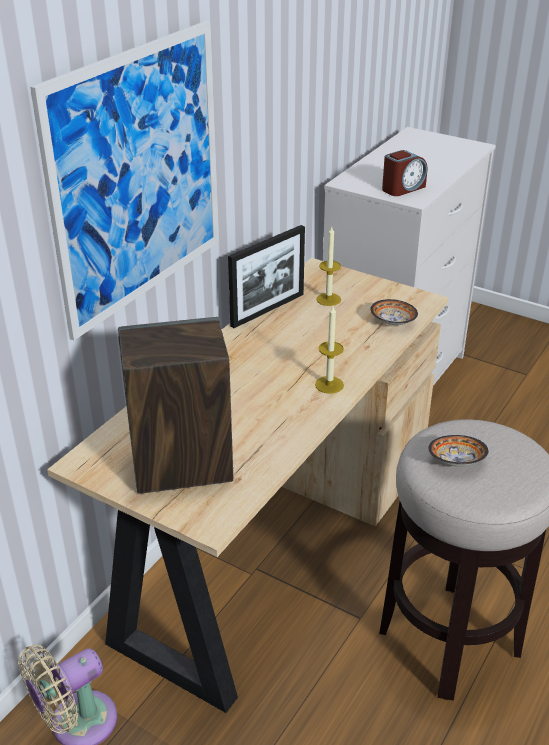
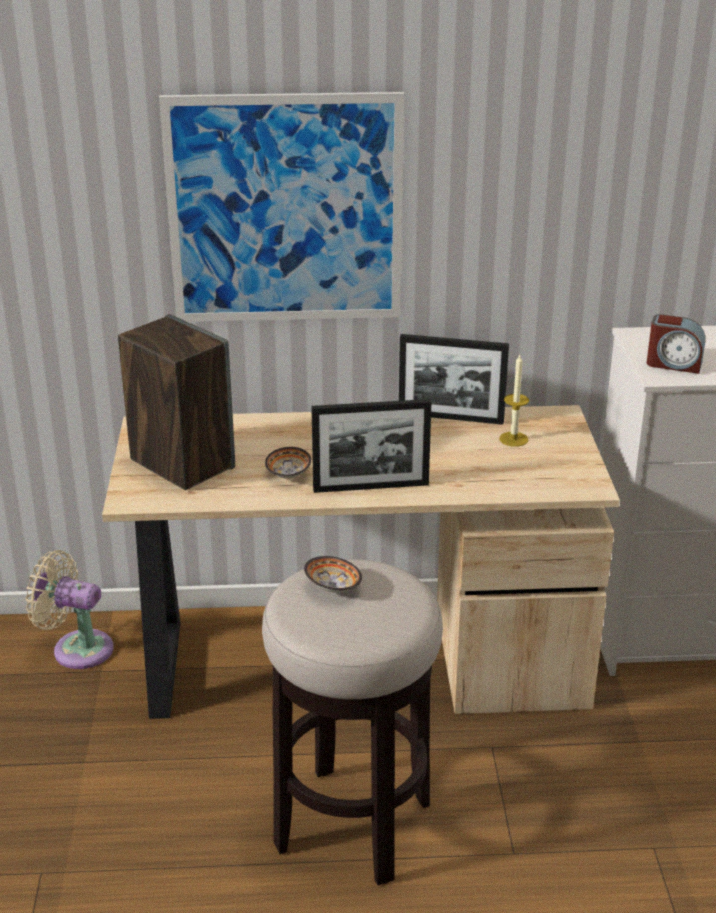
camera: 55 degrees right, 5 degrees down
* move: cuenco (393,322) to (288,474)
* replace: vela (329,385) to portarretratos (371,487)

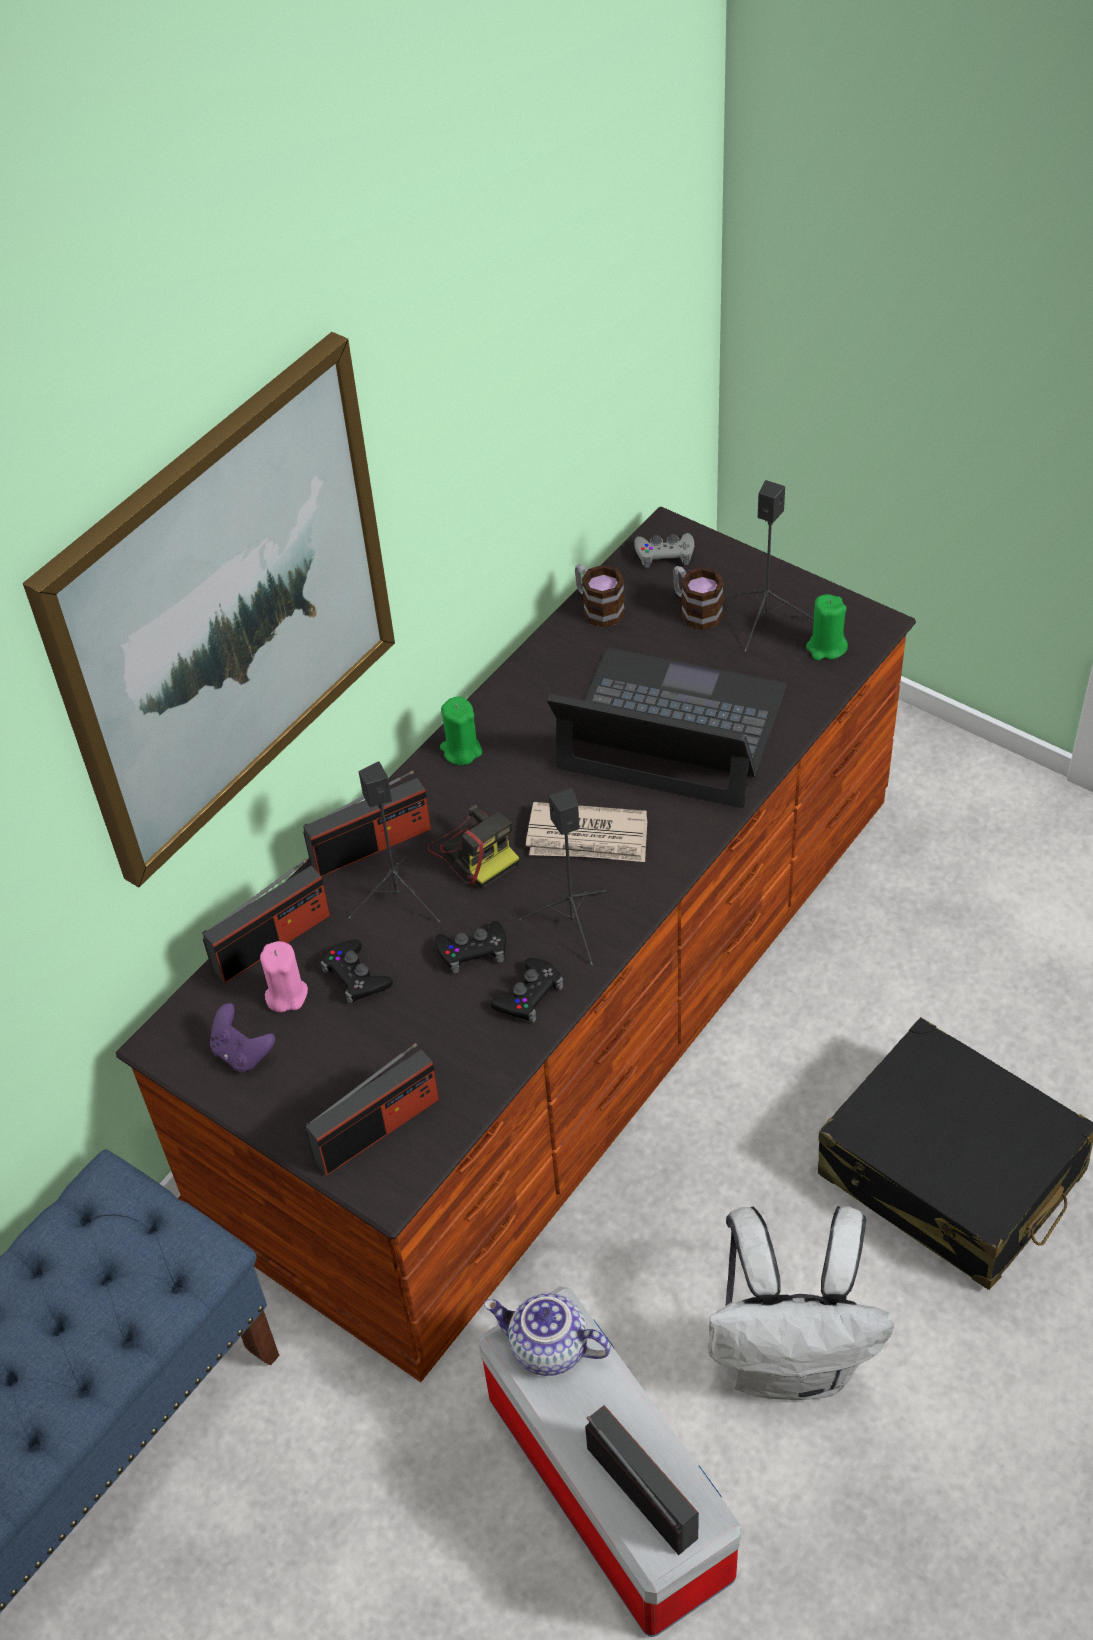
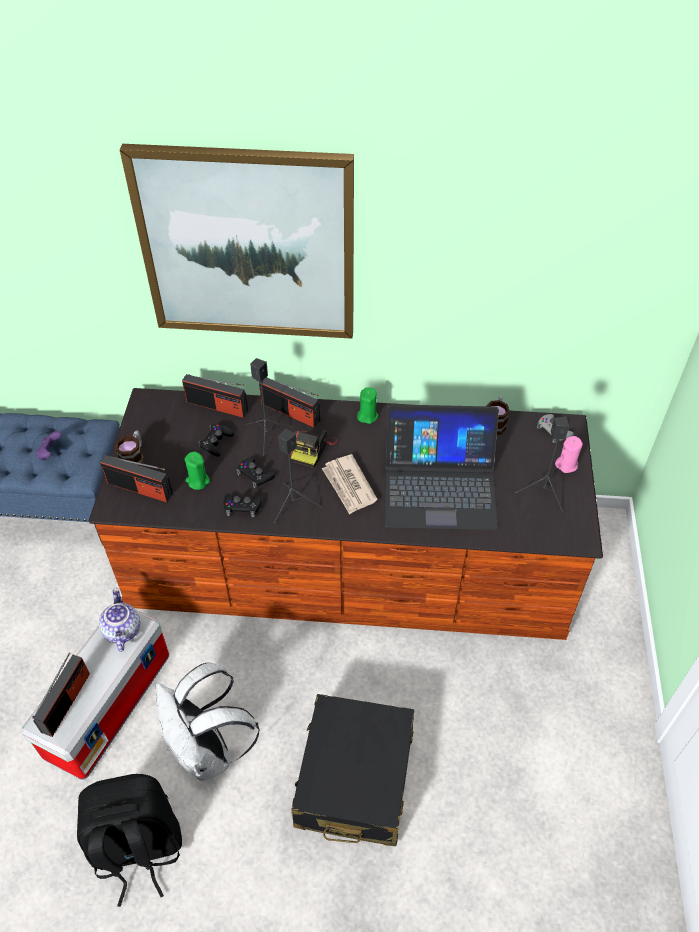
camera: 55 degrees right, 0 degrees up
* move: taza grande (695,610) to (134,458)
* move: vela [verde] (826,647) to (197,481)
* rotate: portátil (671,730) = (439,487) 105 degrees clockwise
* move: vela [rosa] (286,994) to (566,464)
* move: mando de consola [morado] (242,1052) to (50,453)
* insert: mochila [negro] (137,850)

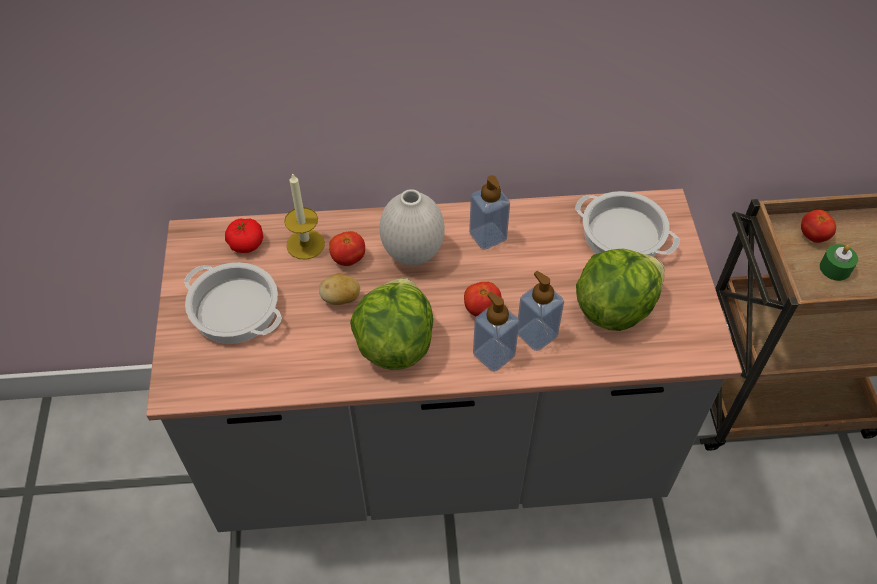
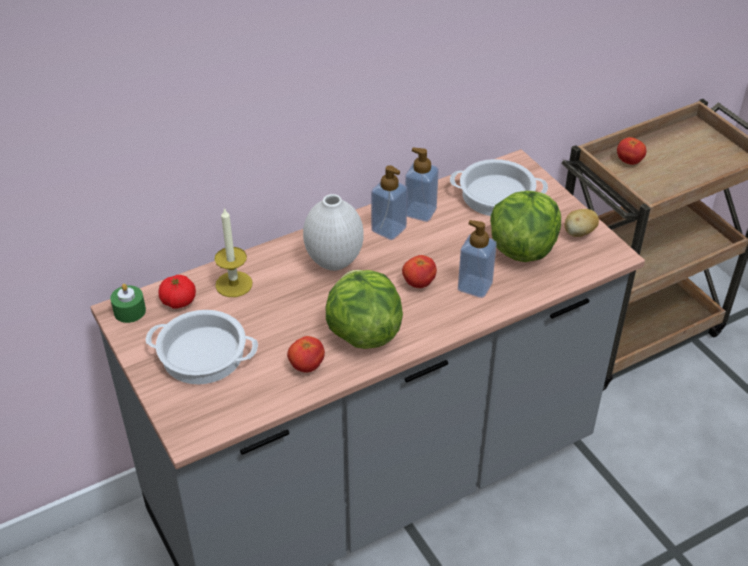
camera: 25 degrees left, 10 degrees down
* move: tomate (348,259) to (306,366)
* move: vela [verde] (835,268) to (129,311)
* move: patata (341,299) to (579,233)
* move: dispensador de jabón (494,354) to (420,212)

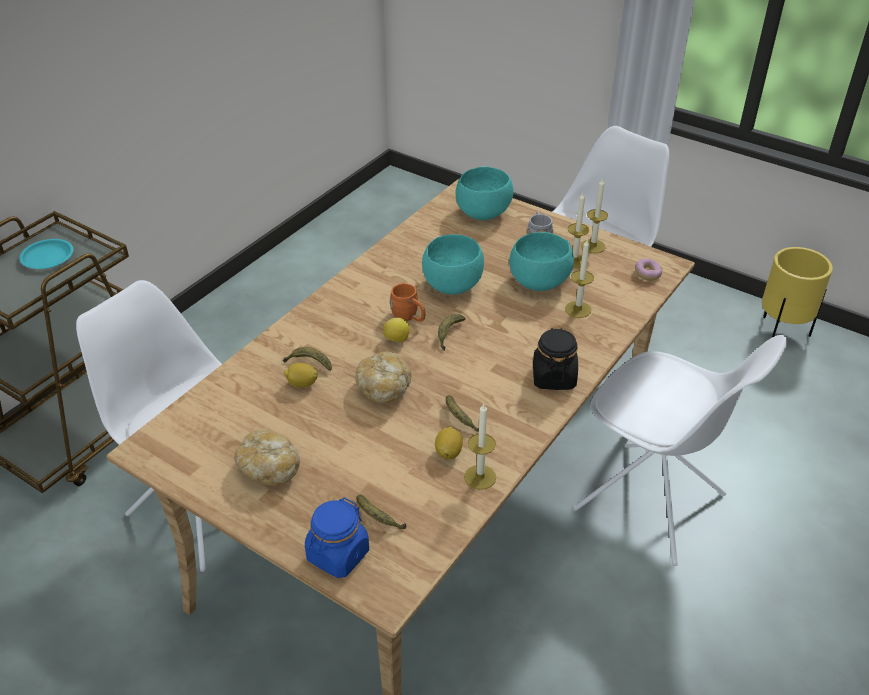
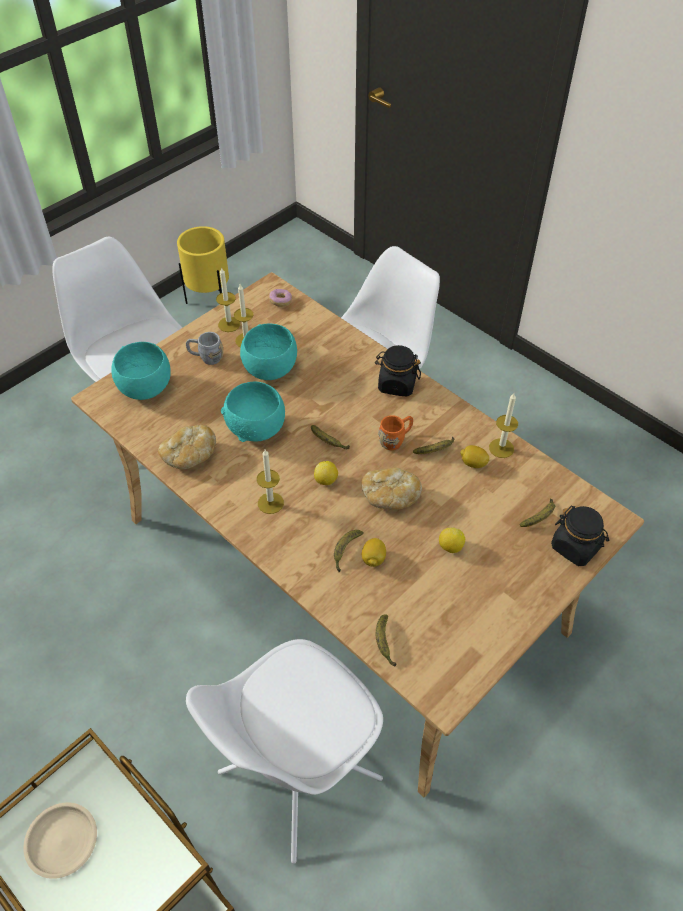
camera: 80 degrees left, 10 degrees up
* recolor: plato [turquesa] (47,257) to plato [beis] (61,841)
* move: vela (578,309) to (270,503)
* move: taza grande [naranja] (409,317) to (396,440)
* move: pan (269,468) to (189,456)
* recolor: tarro [azul] (337,555) to tarro [negro] (576,547)
* insert: limón (450,547)
* insert: plátano (384,642)

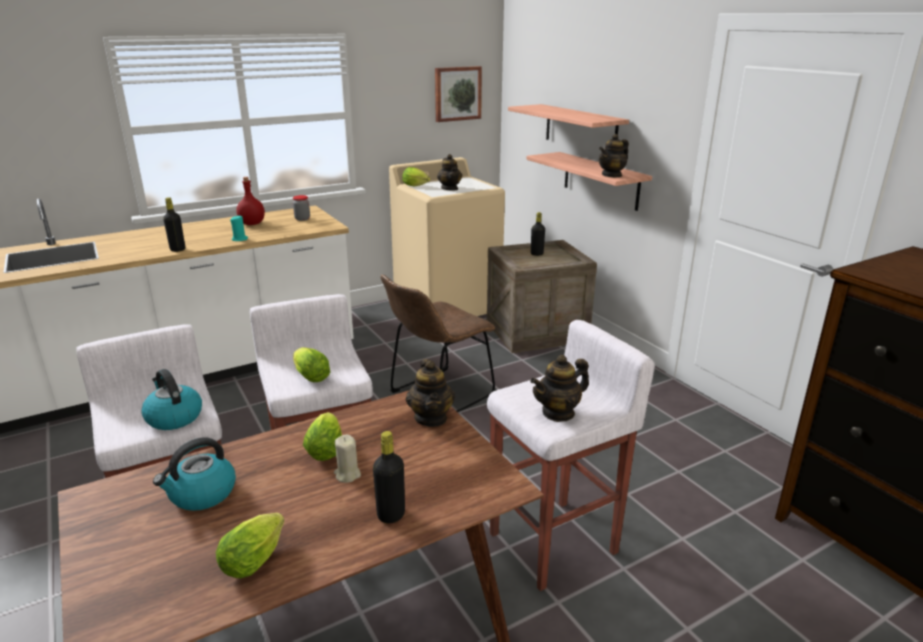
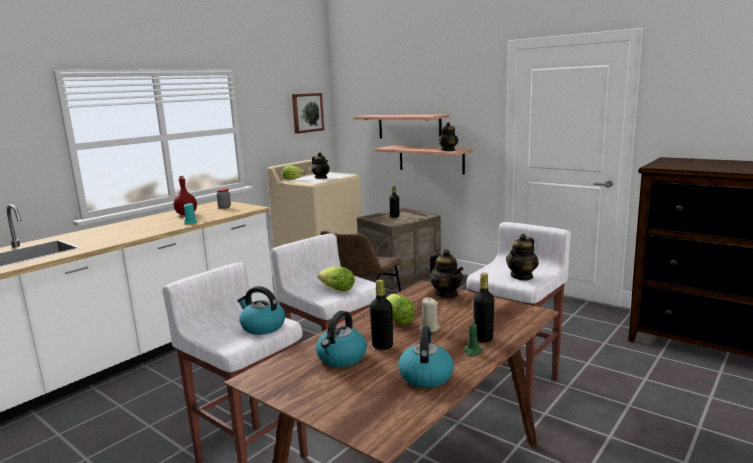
camera: 20 degrees left, 10 degrees down
* move: botella [negro] (177,249) to (382,346)
* replace: lechuga (256,558) to hervidor (425,376)
* insert: vela [verde] (472,351)

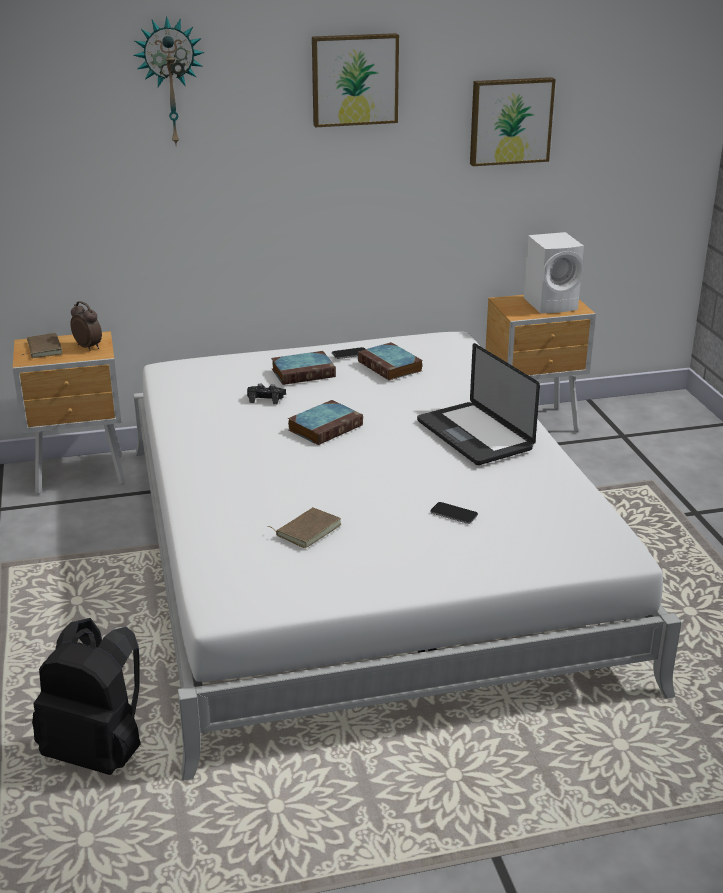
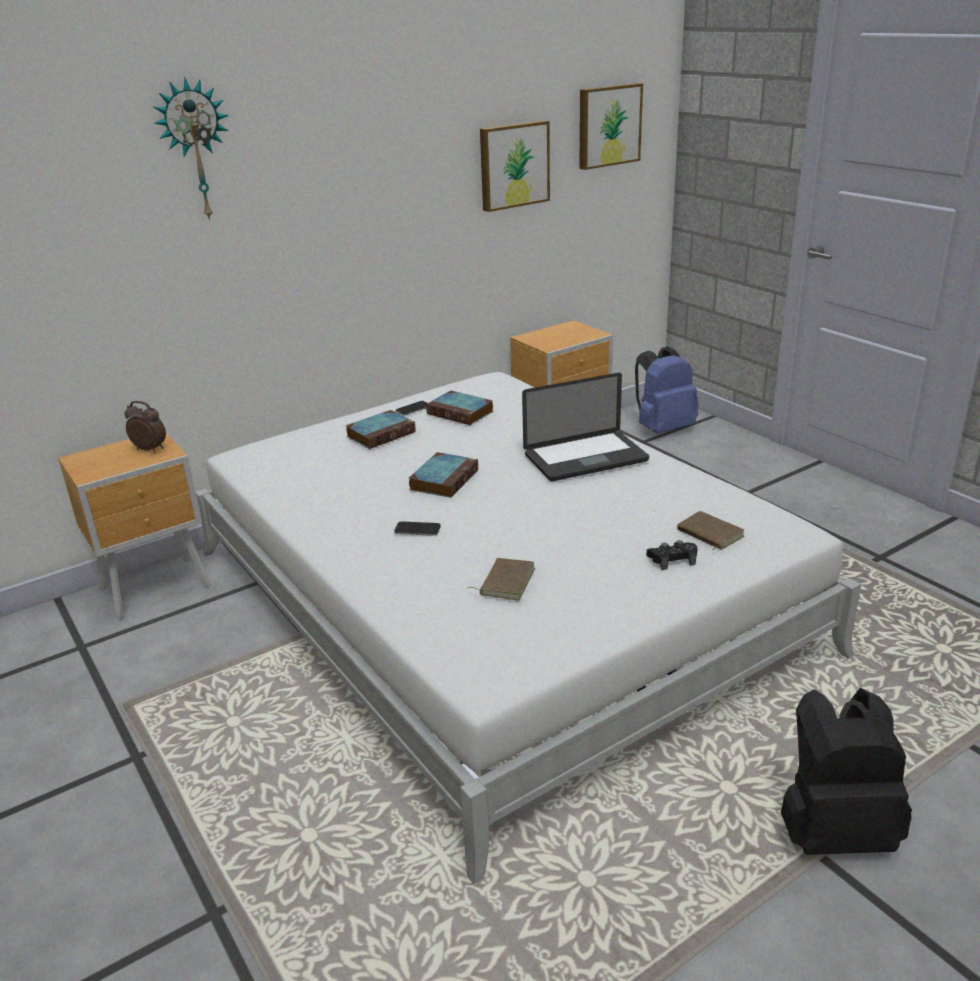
camera: 20 degrees left, 0 degrees up
* move: cuadro (354,79) to (608,125)
* delete: altavoz [blanco] (552,304)
* move: libro [marrón] (43,348) to (708,534)
* rotate: portátil (474,435) = (585,458) 60 degrees counterclockwise
* move: mando de consola [negro] (266,398) to (672,559)
* move: móvil (454,514) to (417,529)
* move: mochila [negro] (98,751) to (833,831)
* insert: mochila [azul] (662,429)

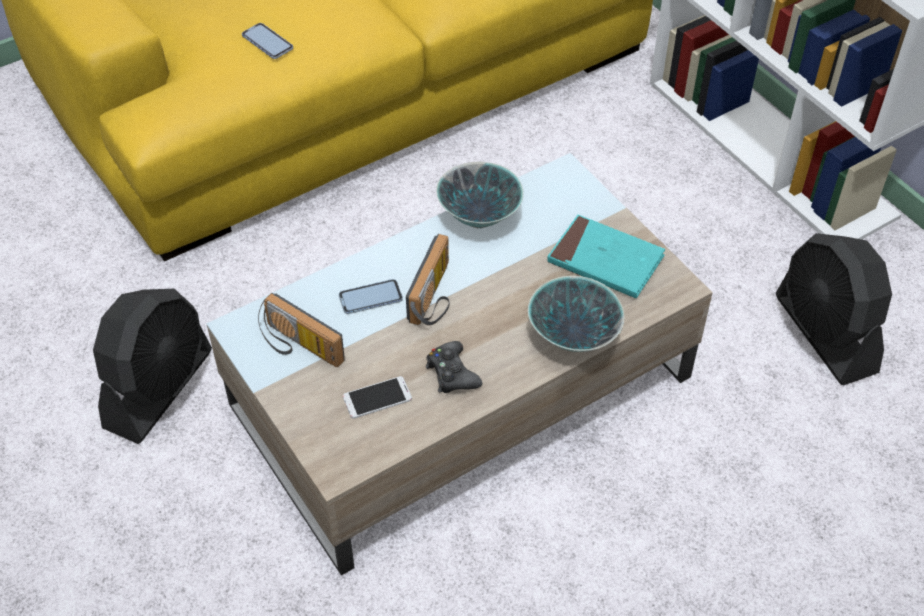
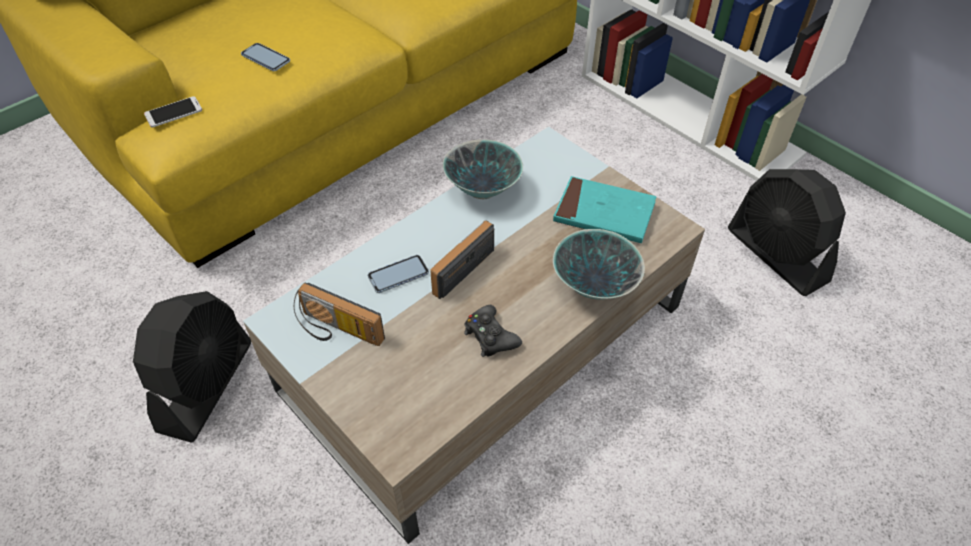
camera: 10 degrees left, 0 degrees up
* rotate: radio (436,296) = (459,265) 150 degrees counterclockwise
* move: móvil (377,398) to (173,112)

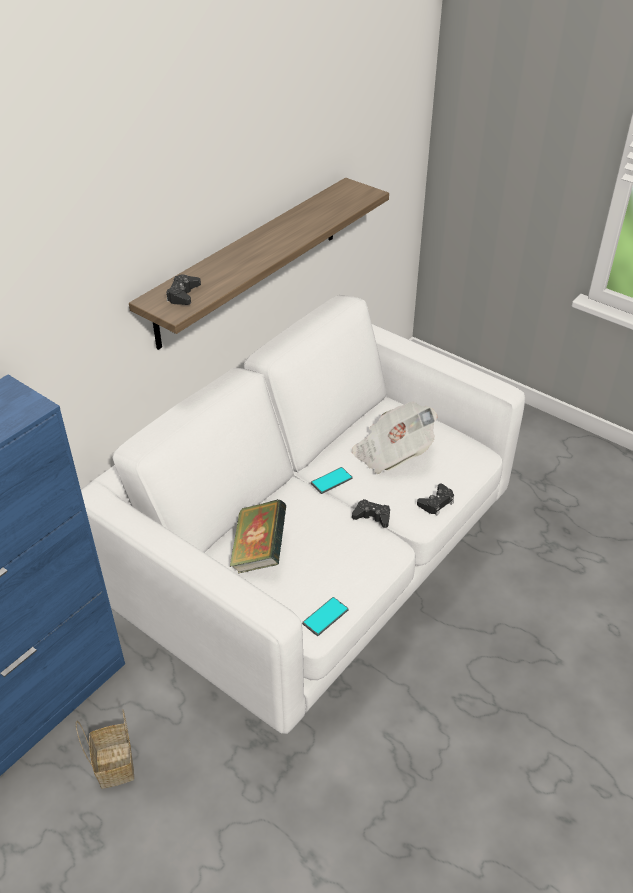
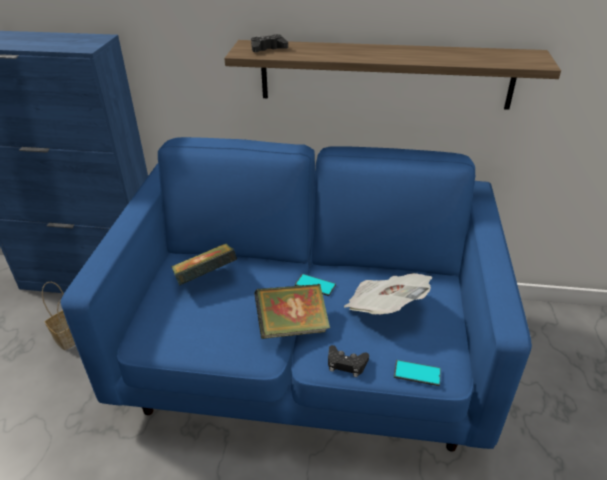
camera: 60 degrees right, 5 degrees down
* recolor: sofá [blanco] (316,566) to sofá [azul] (305,358)
* replace: mando de consola [negro] (372,517) to libro (292,327)
* move: móvil (325,617) to (417,373)

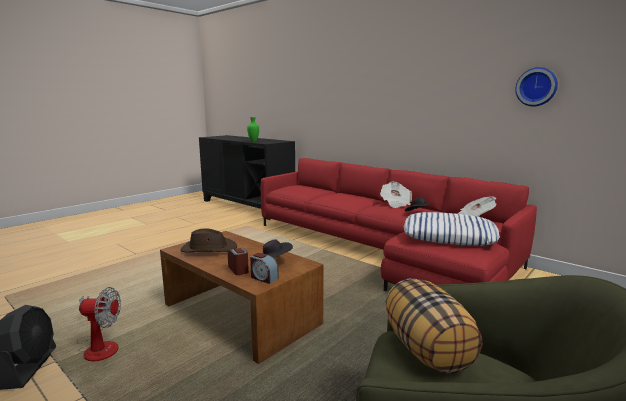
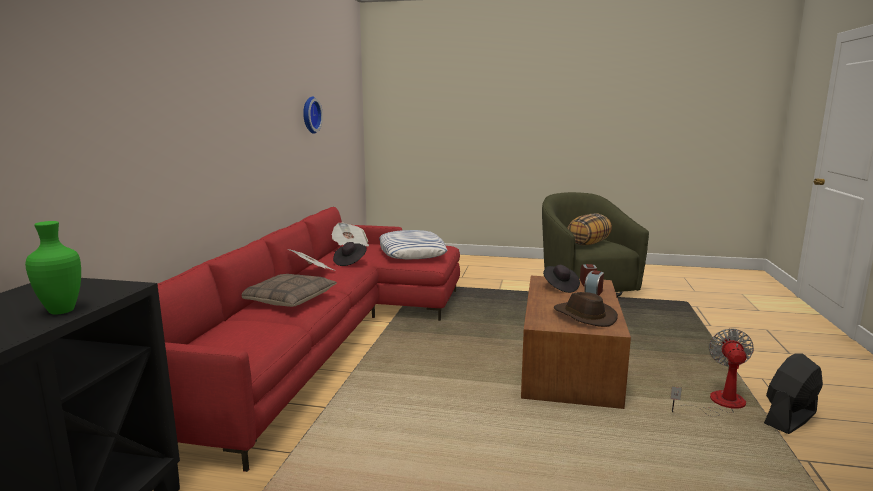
camera: 120 degrees left, 0 degrees up
* rotate: ventilador (99,347) = (718,404) 45 degrees clockwise
* insert: cojín (287,299)

